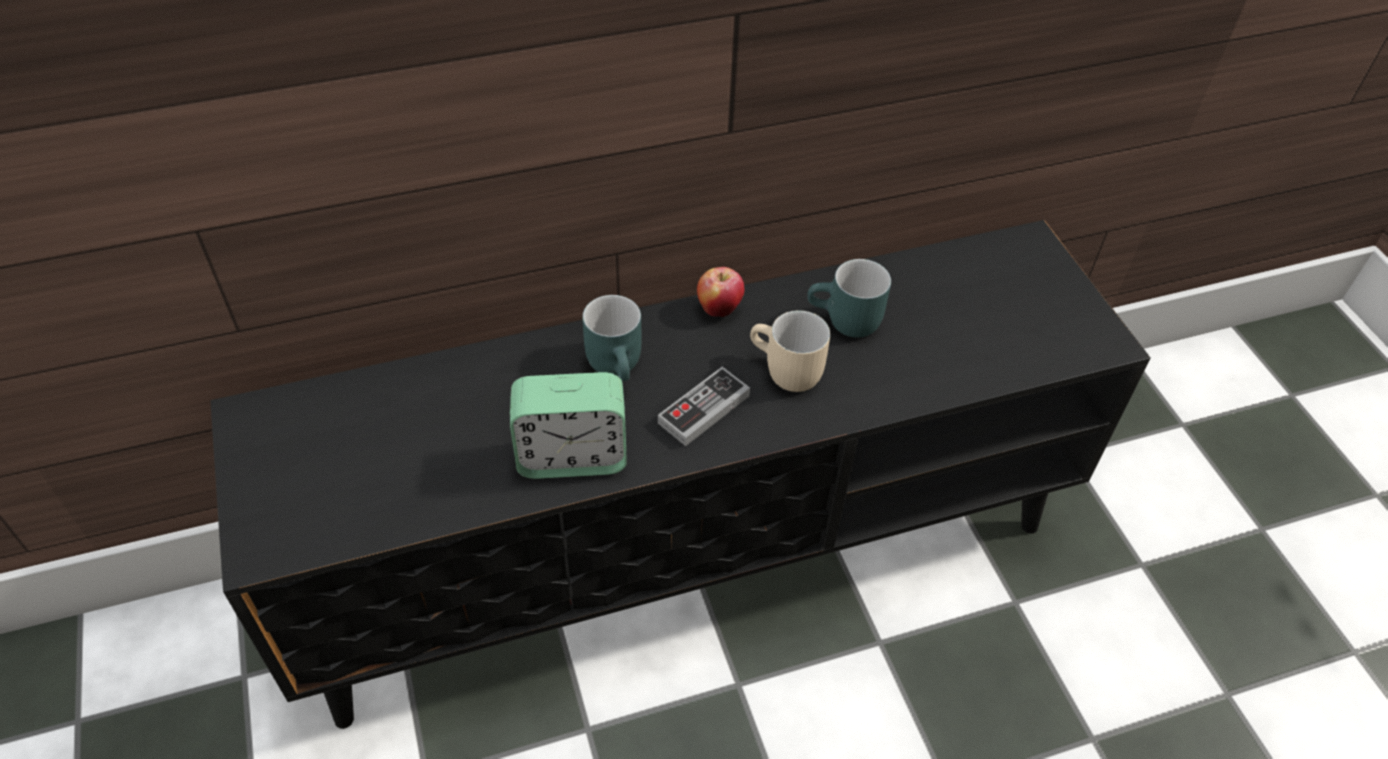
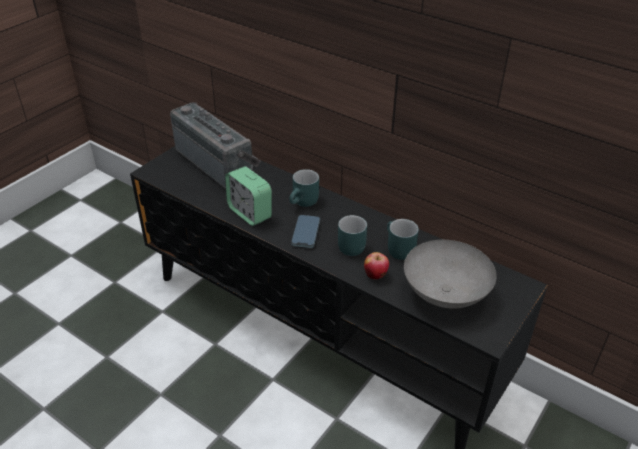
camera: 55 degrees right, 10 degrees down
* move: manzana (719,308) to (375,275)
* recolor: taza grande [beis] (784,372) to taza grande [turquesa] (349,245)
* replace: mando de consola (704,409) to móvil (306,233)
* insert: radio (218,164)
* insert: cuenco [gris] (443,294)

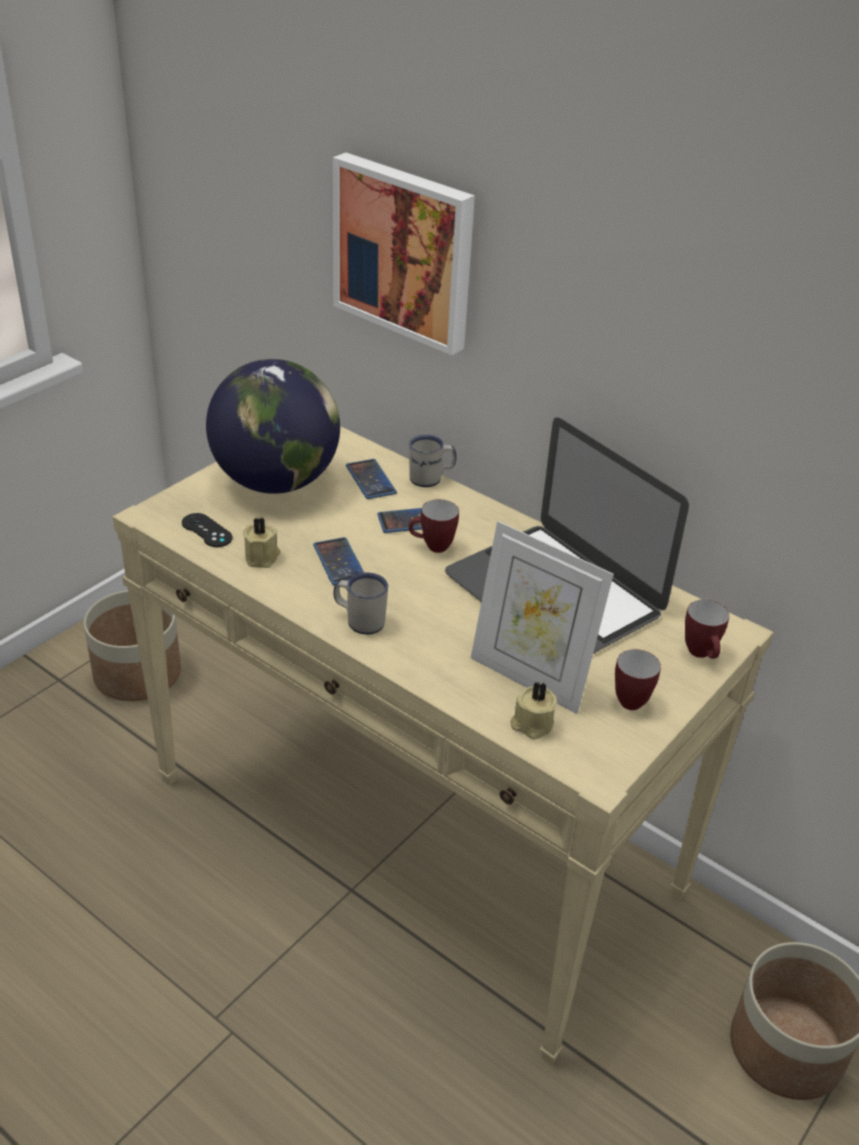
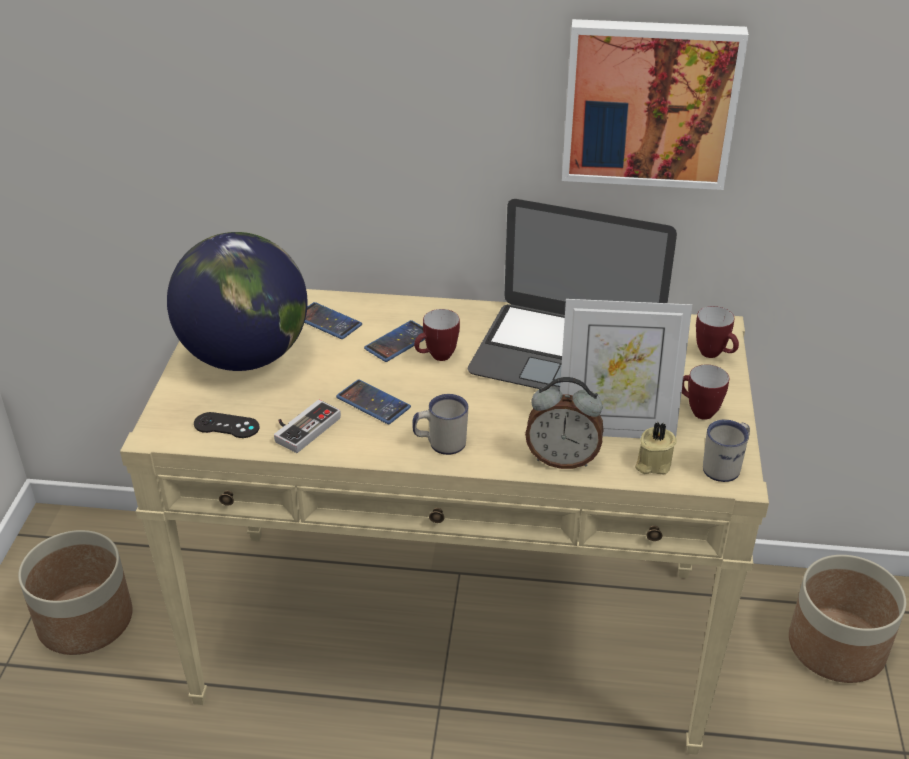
camera: 30 degrees left, 0 degrees up
* move: cuadro (405,251) to (650,102)
* move: taza grande [blanco] (431,479) to (726,467)
* replace: vela [beis] (263,557) to mando de consola (302,427)
* insert: despertador (562,459)

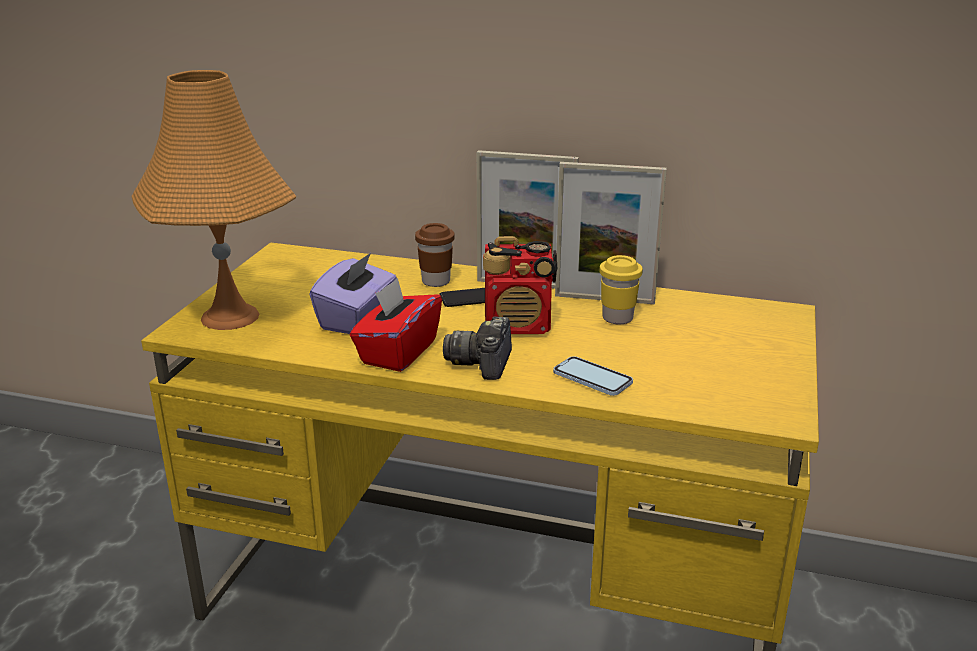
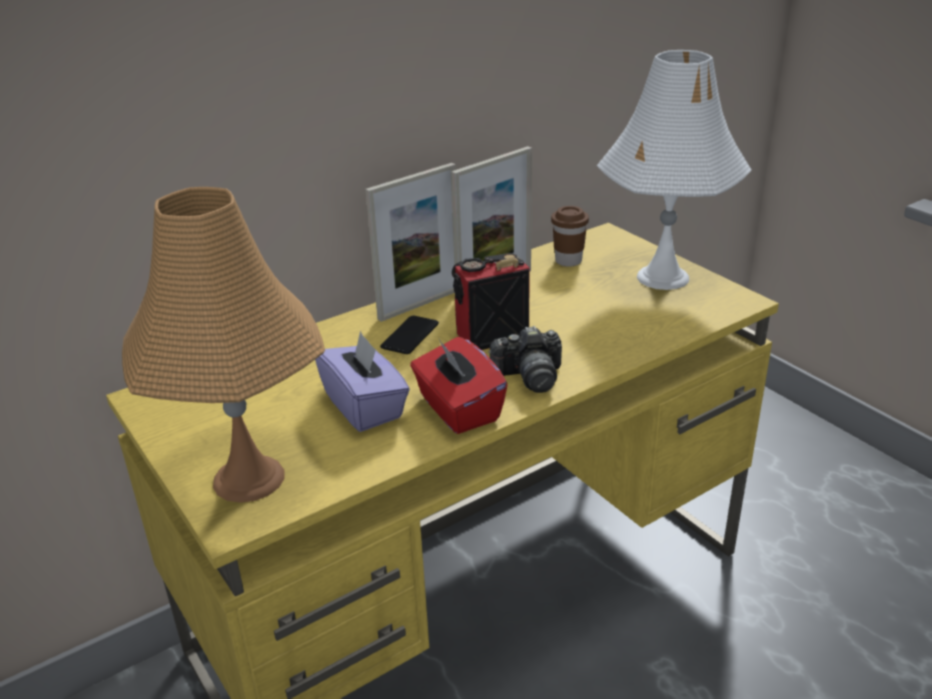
camera: 50 degrees left, 5 degrees up
* move: taza [marrón] (436,281) to (568,261)
* rotate: radio (519,326) = (490,337) 150 degrees counterclockwise
* delete: taza [amarillo] (617,318)
* rotate: cámara (482,363) = (529,377) 60 degrees counterclockwise
* delete: móvil (592,378)
* insert: lámpara de mesa [blanco] (662,277)

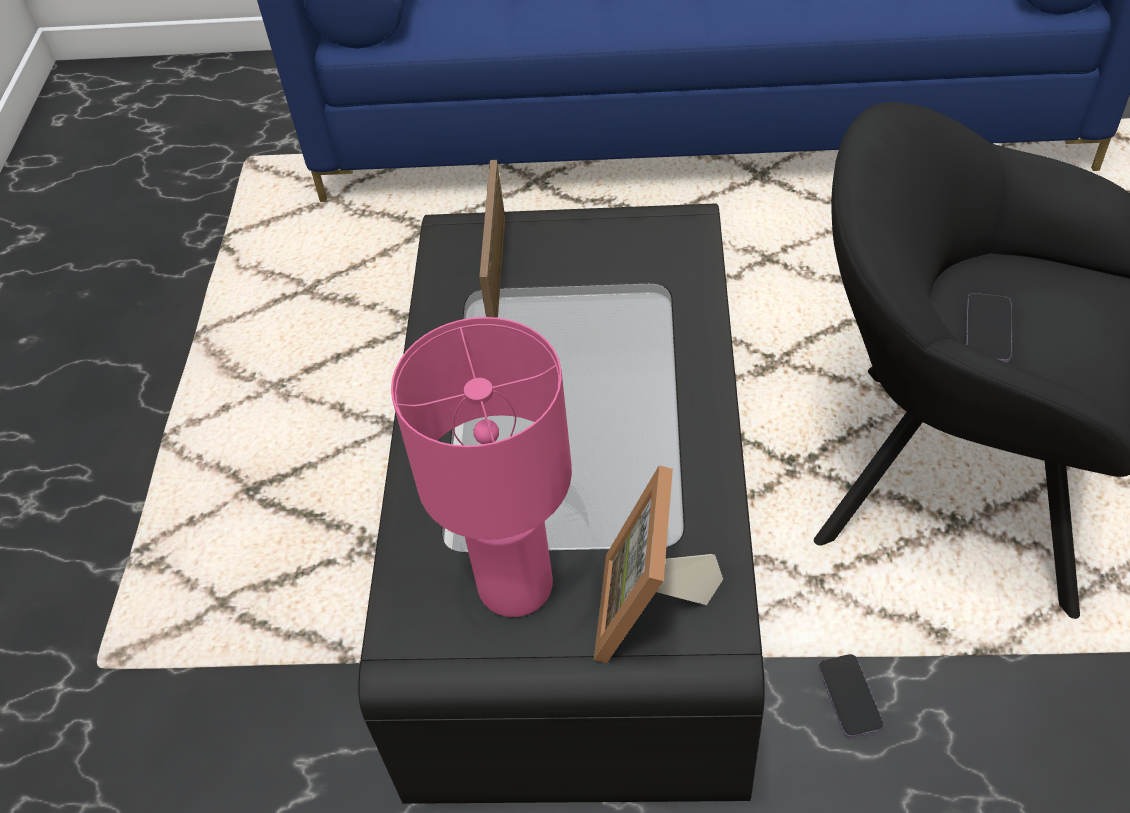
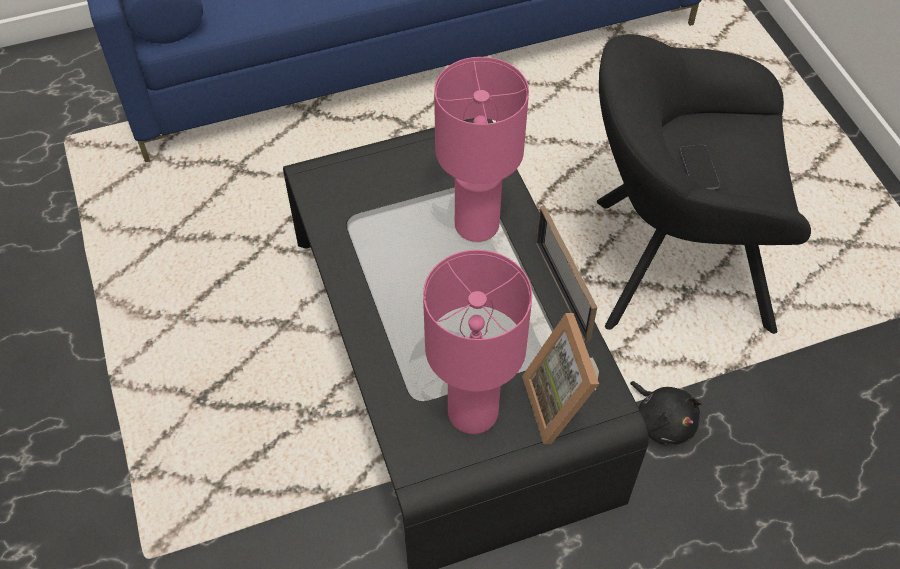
camera: 25 degrees left, 5 degrees up
* move: portarretratos (497,274) to (562,290)
* replace: móvil (849,697) to peluche [negro] (662,421)
* insert: lámpara de mesa [rosa] (477,224)

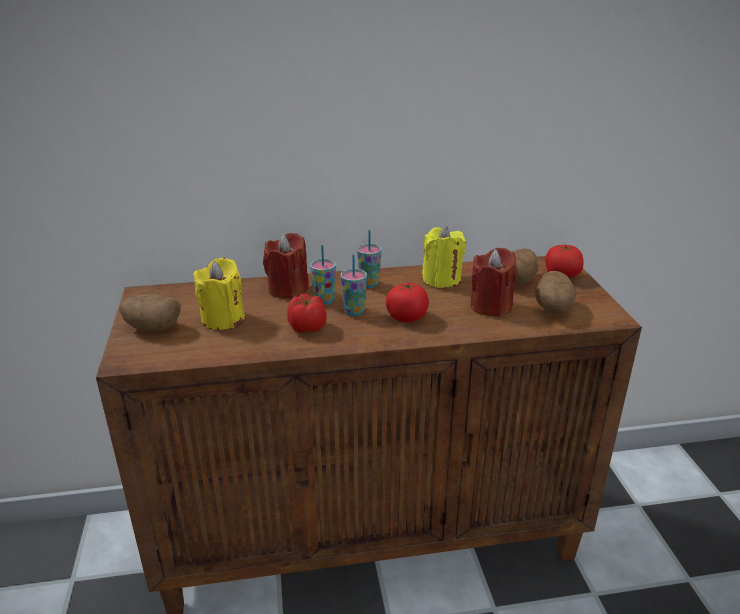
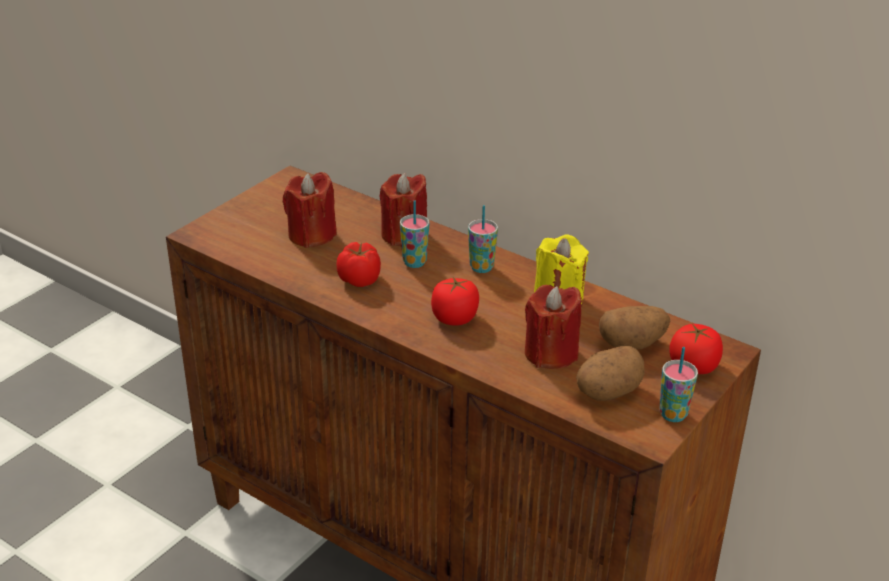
camera: 45 degrees right, 5 degrees up
* move: taza (354,312) to (673,414)
* recolor: vela [amarillo] (223,319) to vela [rojo] (311,235)
* delete: patata (153,328)

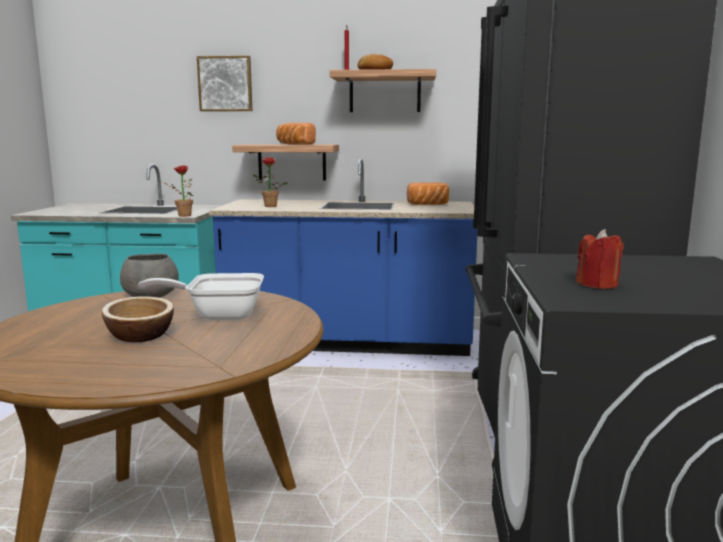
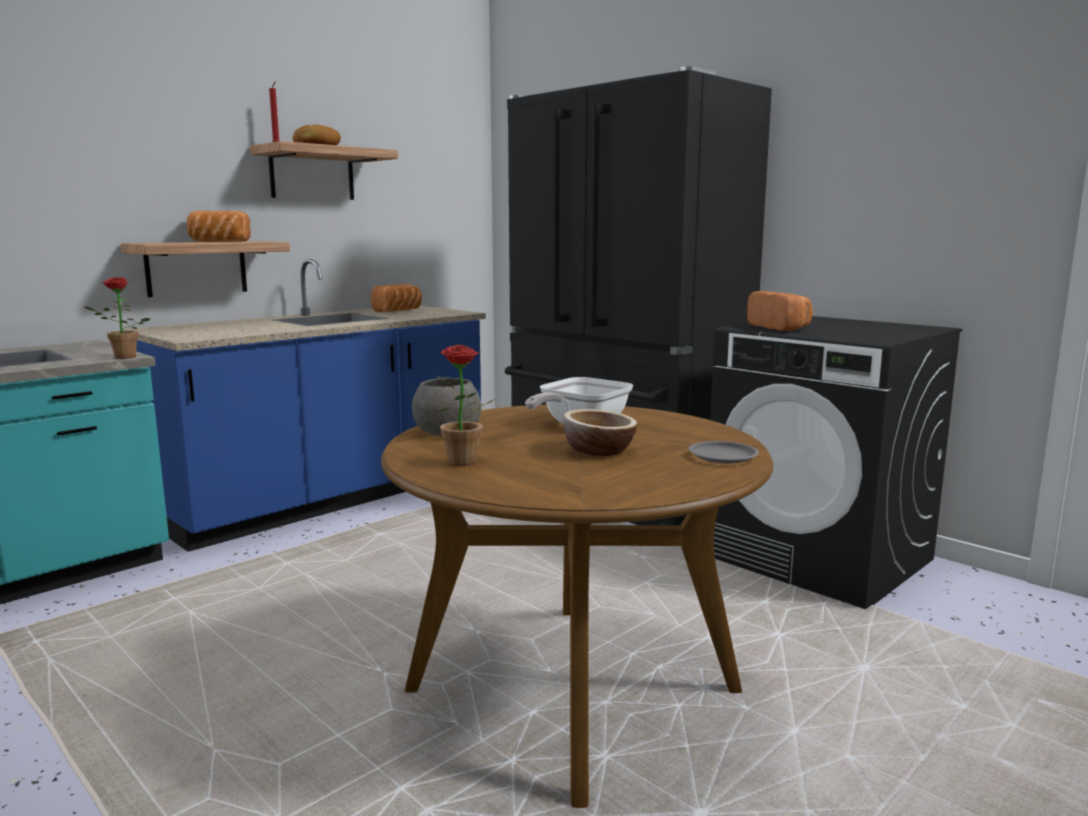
camera: 50 degrees left, 0 degrees up
* delete: cuadro (225,84)
* move: planta en maceta (269,206) to (464,463)
* delete: vela [rojo] (597,284)
* insert: pan (781,328)
* insert: plato [gris] (722,456)

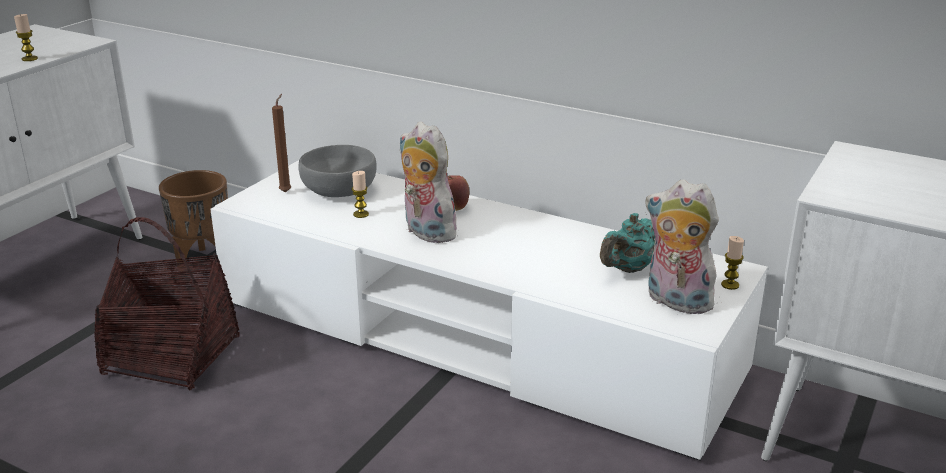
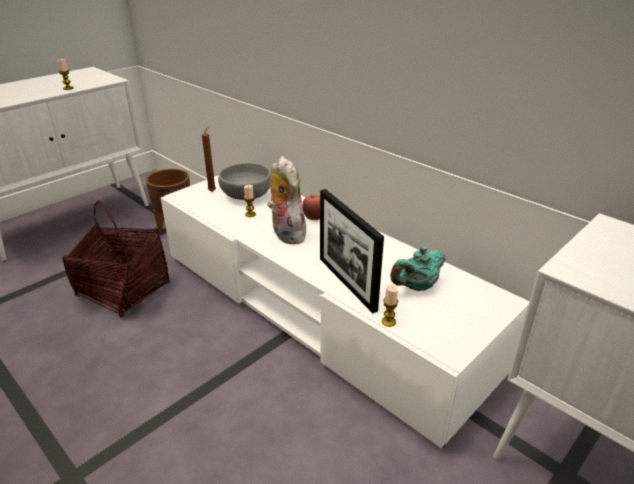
camera: 15 degrees right, 5 degrees up
* delete: peluche (675,302)
* move: vela (730,285) to (388,321)
* insert: portarretratos (346,283)

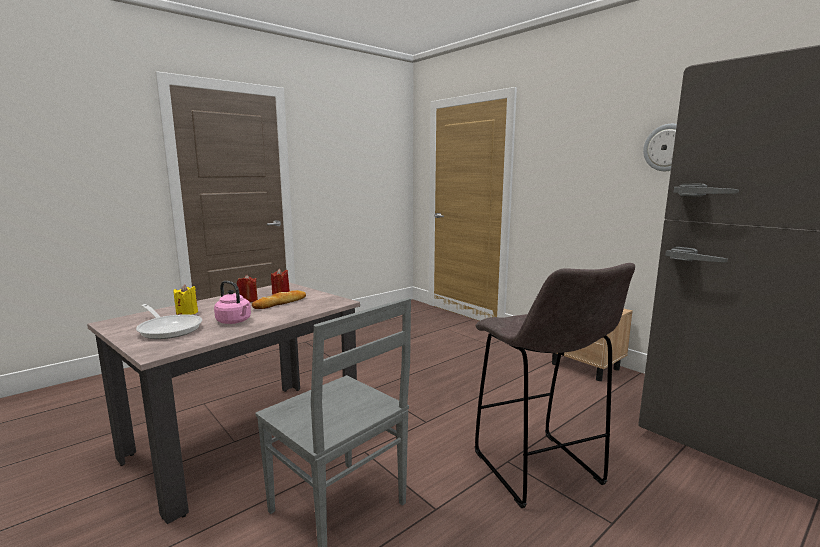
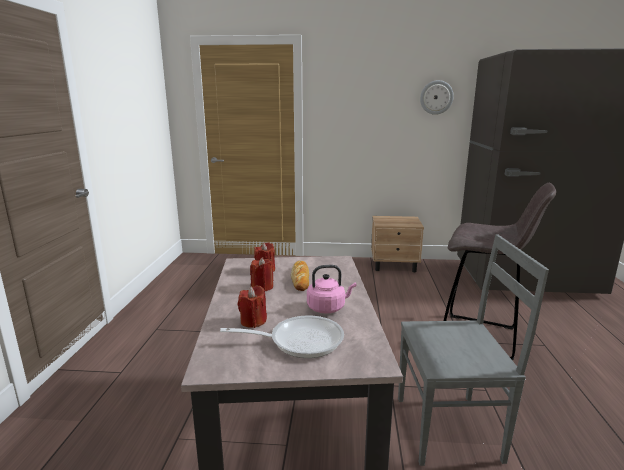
camera: 45 degrees left, 5 degrees up
* recolor: vela [amarillo] (187,313) to vela [rojo] (253,321)

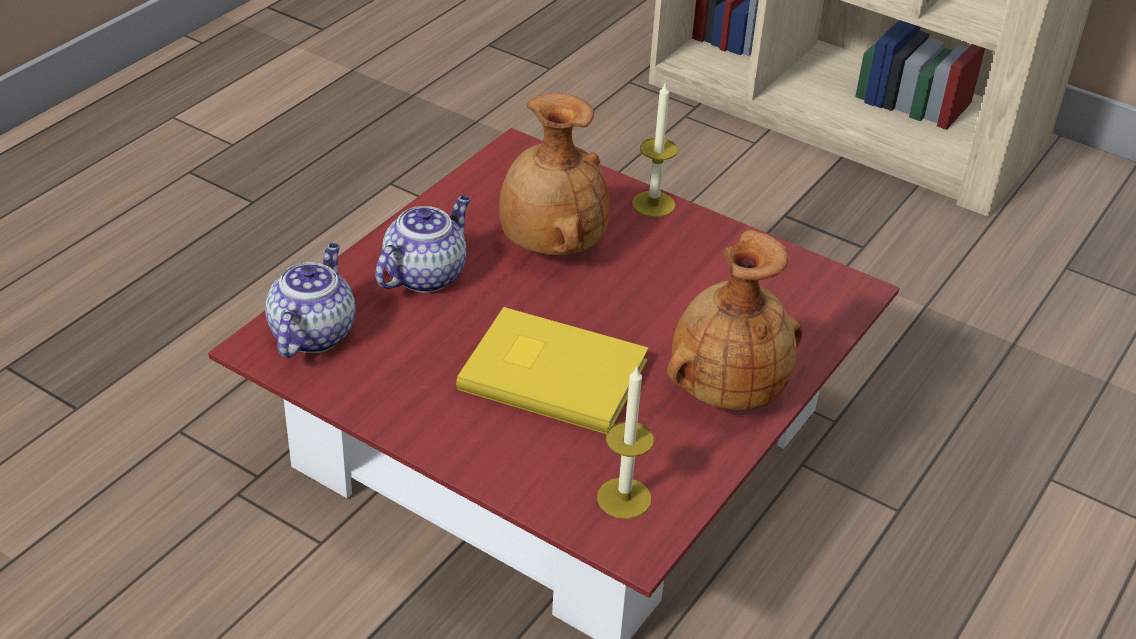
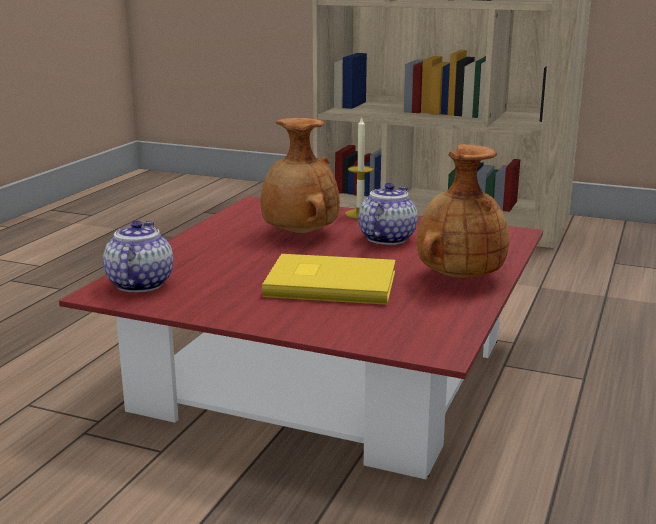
camera: 10 degrees left, 20 degrees down
* move: tetera (425,274) to (387,238)
* delete: vela (624,498)

